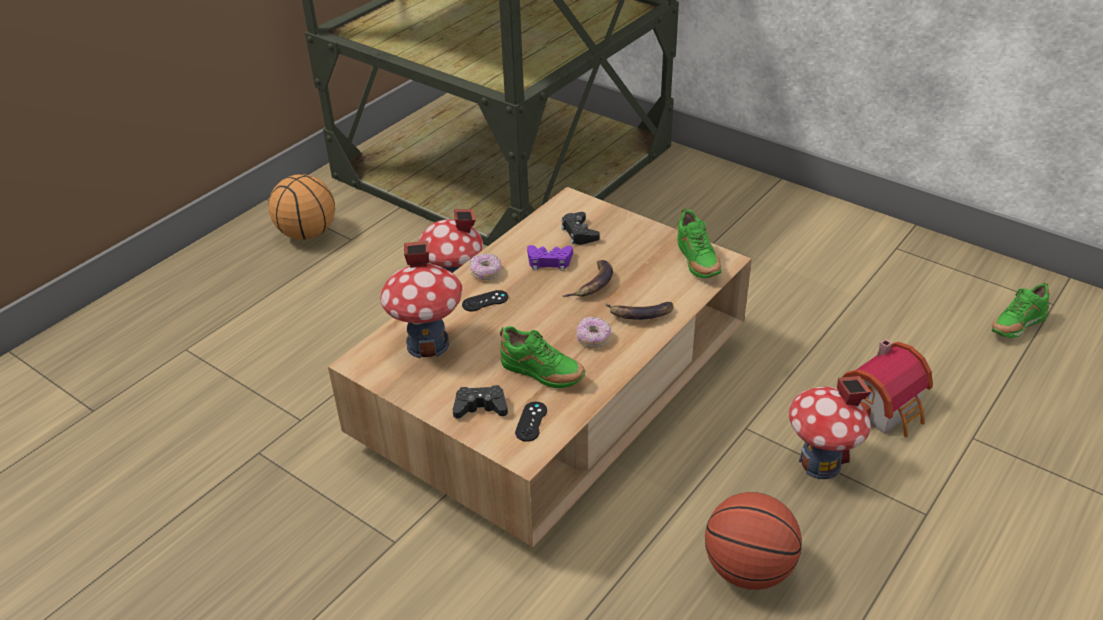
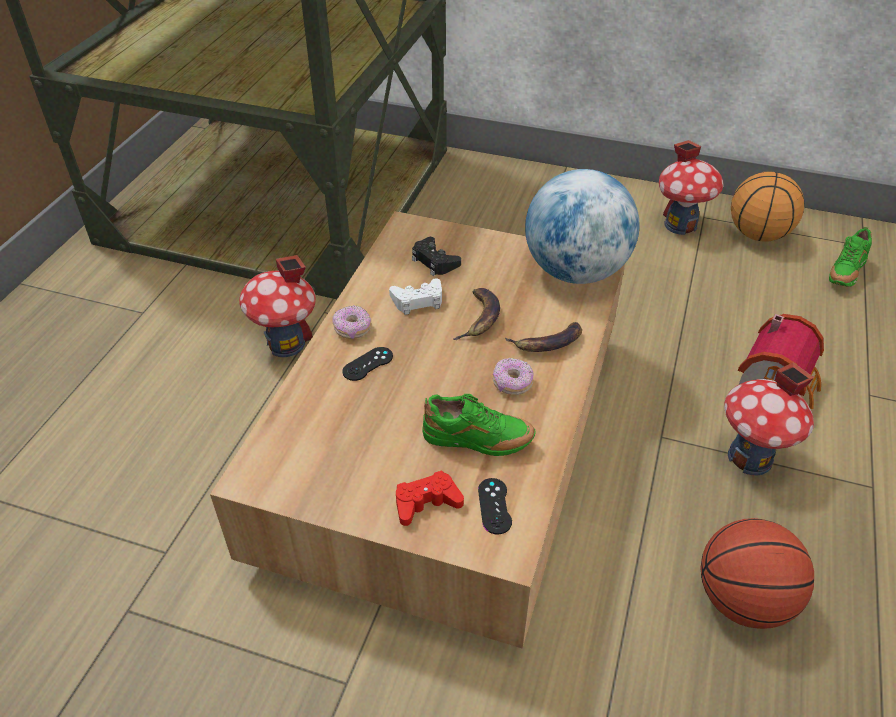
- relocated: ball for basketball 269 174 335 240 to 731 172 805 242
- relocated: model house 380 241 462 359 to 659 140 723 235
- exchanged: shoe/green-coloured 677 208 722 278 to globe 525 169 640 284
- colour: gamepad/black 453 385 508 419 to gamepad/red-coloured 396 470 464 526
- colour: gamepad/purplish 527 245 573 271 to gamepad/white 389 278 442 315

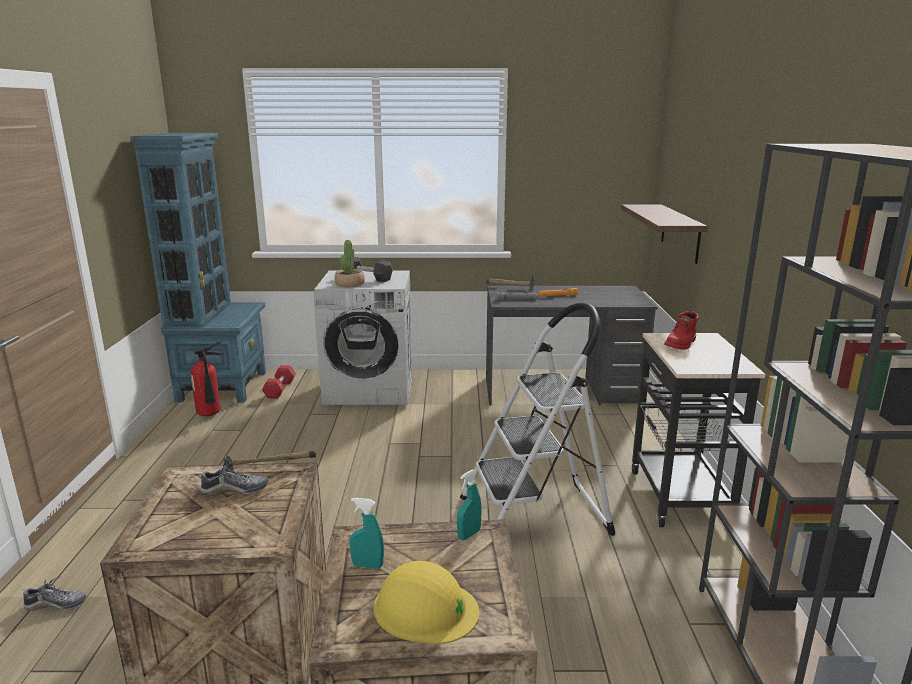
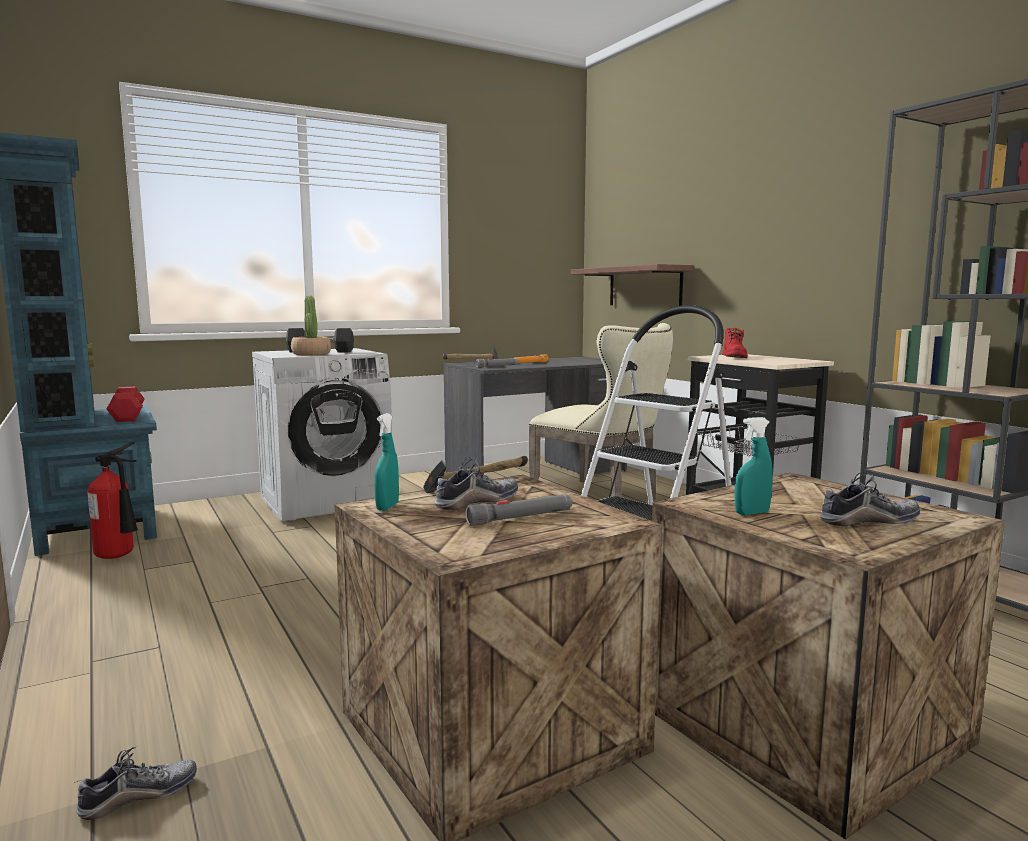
- appeared: hand torch/grey 465 494 573 526
- appeared: plain chair/sand-coloured 529 323 673 500
- relocated: free weight/red-coloured 262 365 296 399 to 107 387 145 422
- relocated: hand sprayer/turquoise-coloured 457 469 482 540 to 374 413 399 511
- exchanged: hard hat/yellow-coloured 374 561 479 644 to shoe 820 472 920 526

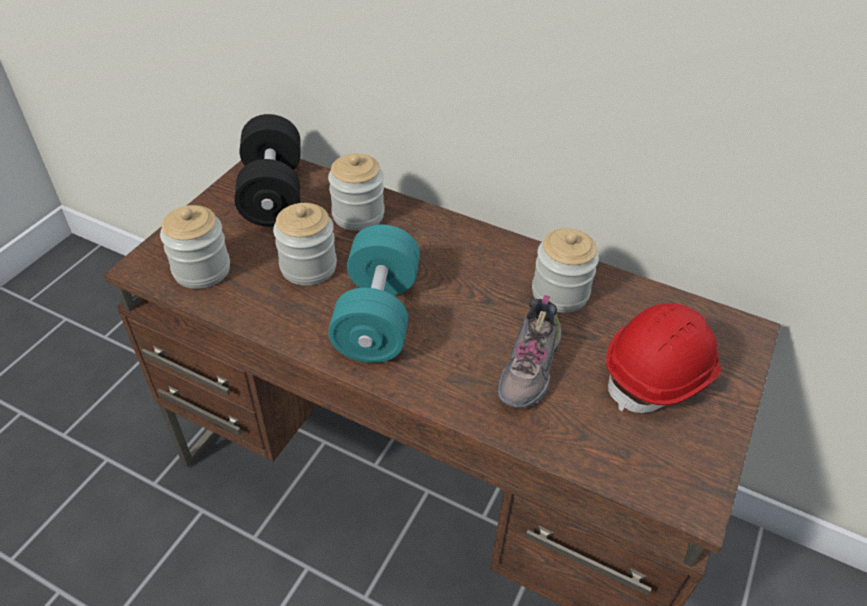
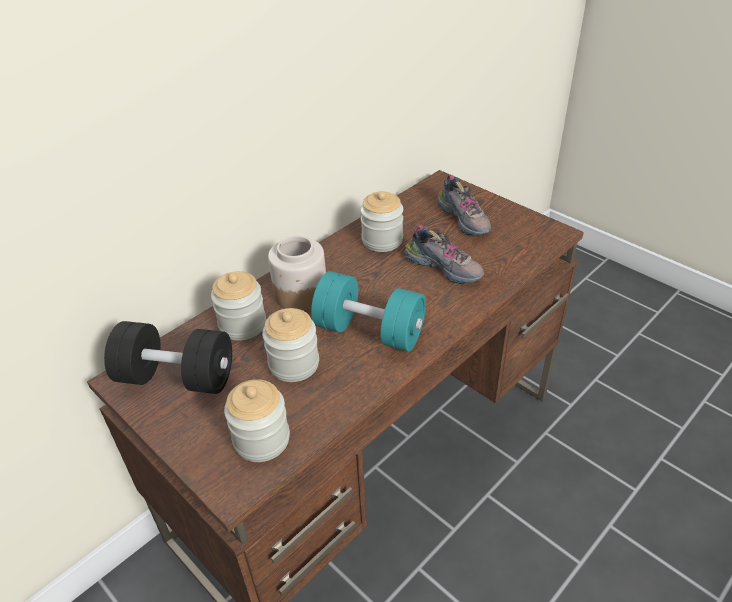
- appeared: storage jar 268 236 326 310
- exchanged: hard hat/red-coloured 606 304 721 413 to shoe 437 175 491 236

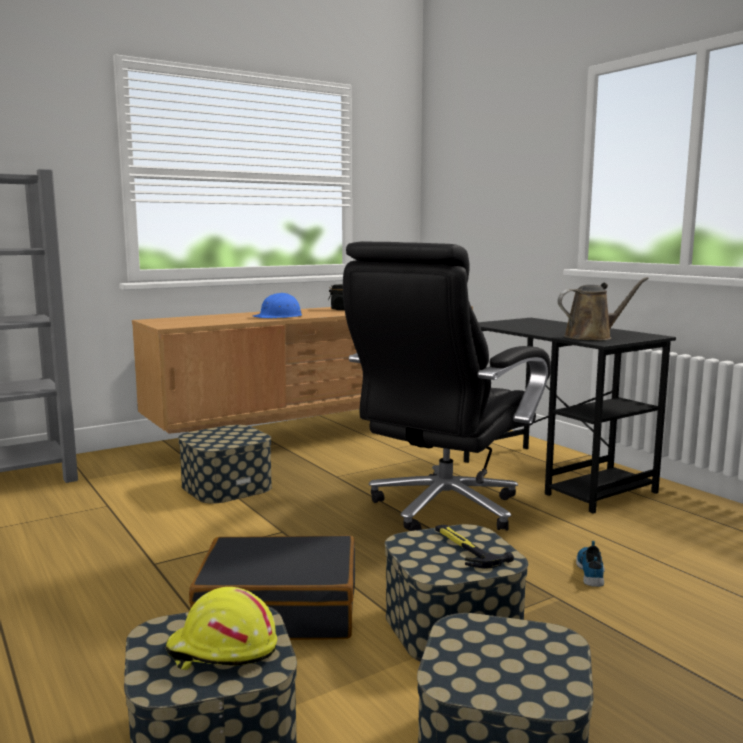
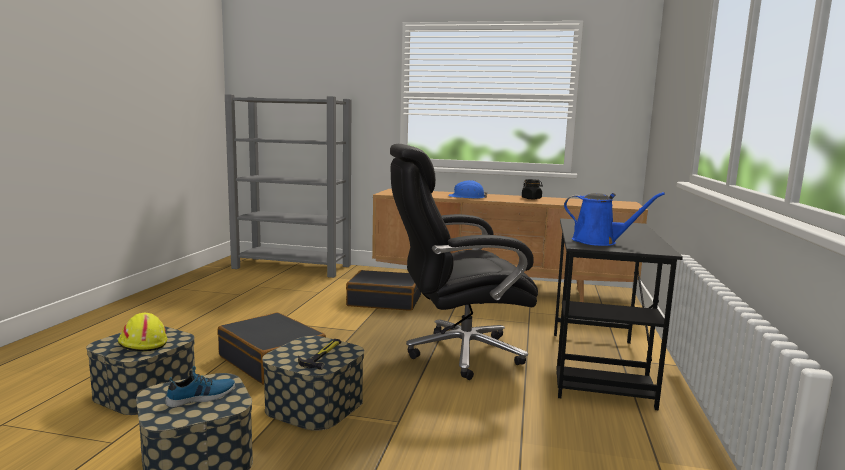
- relocated: shoe 576 541 605 587 to 165 366 235 408
- exchanged: storage box 178 425 272 503 to suitcase/black 346 270 421 311
- colour: watering pot/brownish 558 277 649 340 to watering pot/blue 564 192 665 246

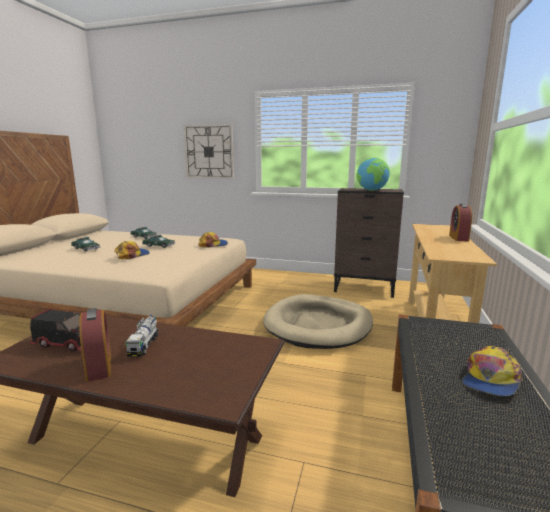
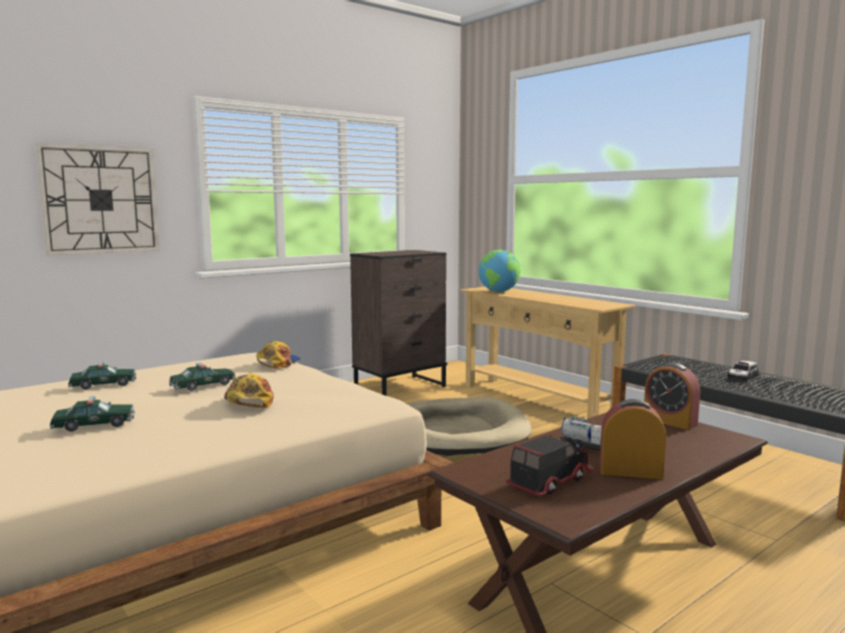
- relocated: globe 357 158 390 191 to 479 250 521 292
- relocated: alarm clock 449 204 472 242 to 644 362 700 430
- exchanged: cap 462 346 523 396 to miniature car 727 360 759 381

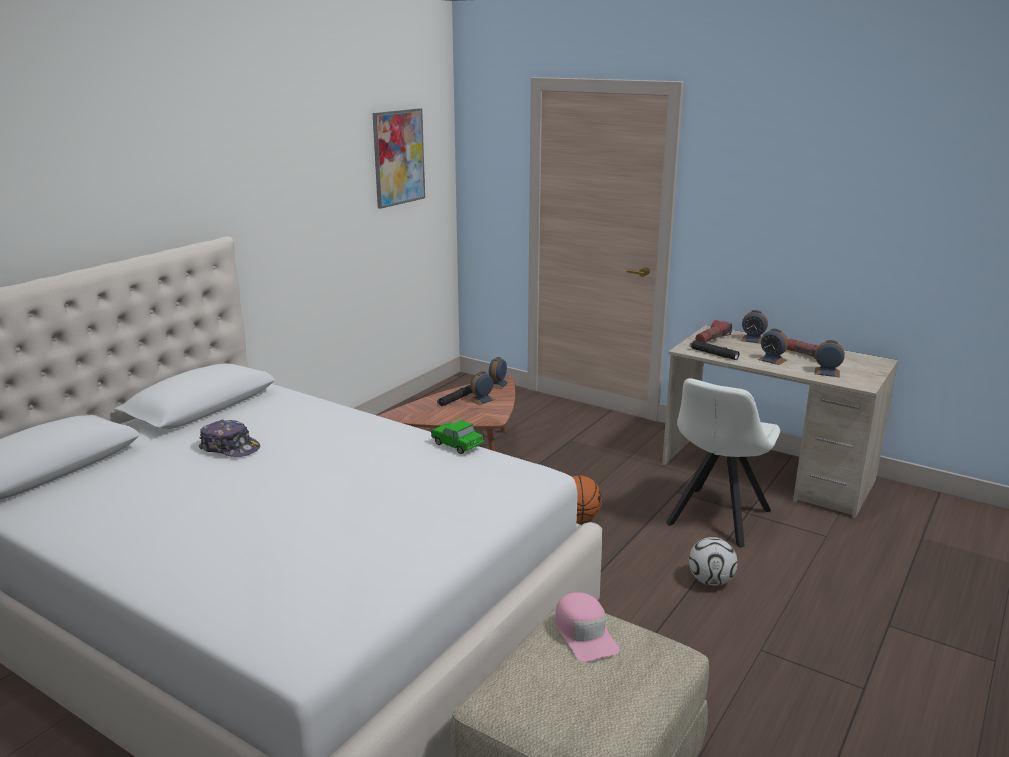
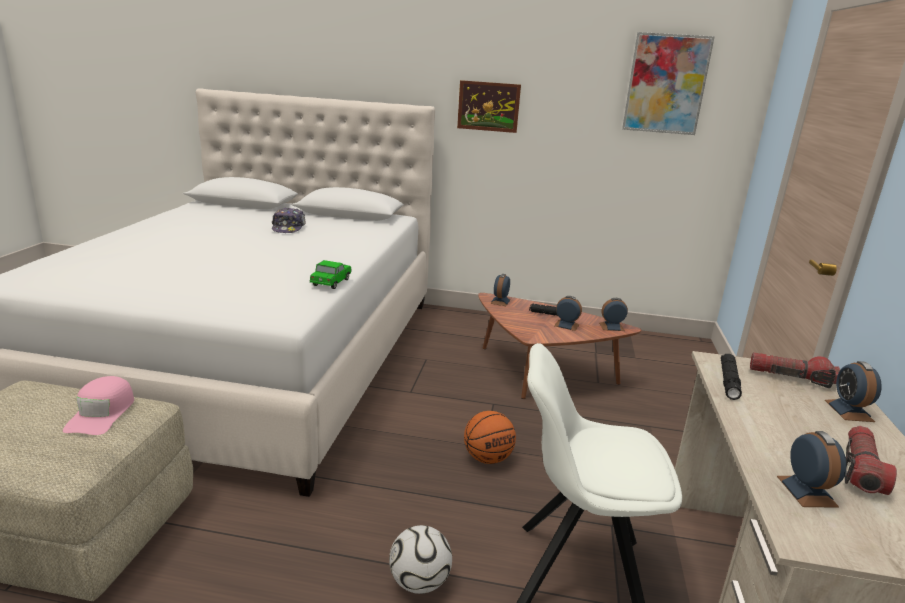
- appeared: picture 457 80 521 133
- relocated: alarm clock 758 329 788 365 to 490 274 511 306
- spun: cap/pink-coloured 555 592 619 662 = 63 376 134 435 45 degrees counterclockwise

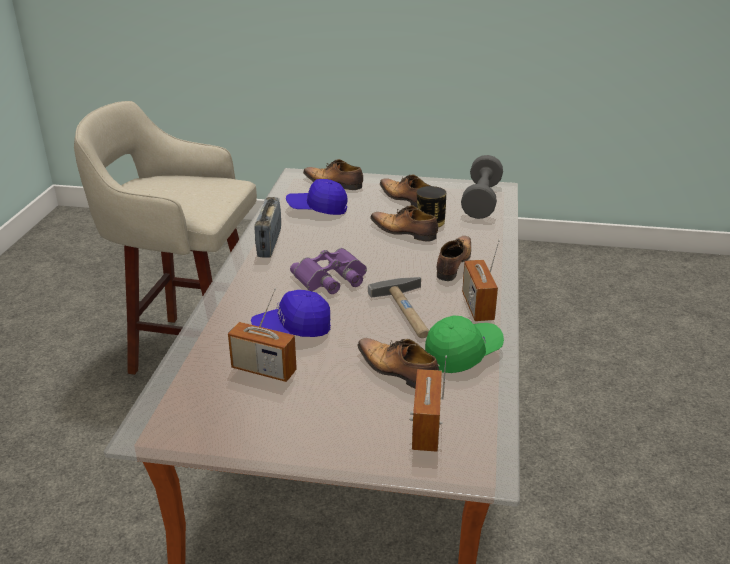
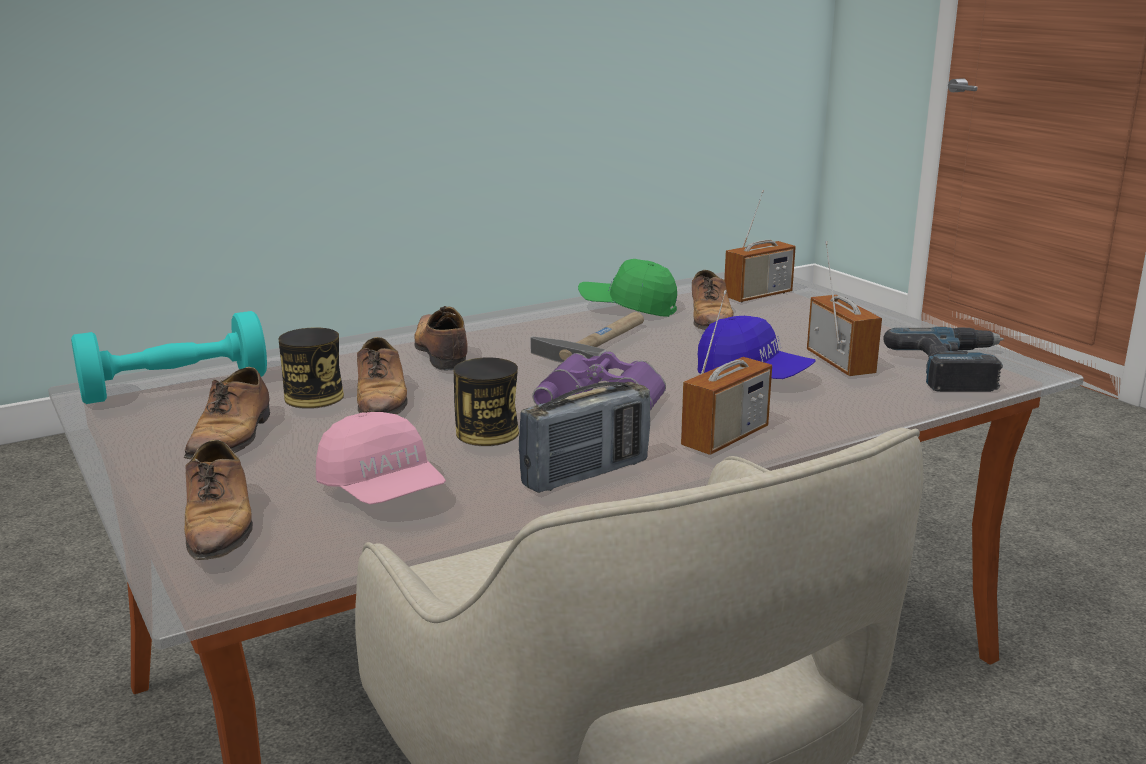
- appeared: sealed can 454 357 519 446
- appeared: power drill 883 327 1004 392
- relocated: radio receiver 462 239 500 321 to 681 290 772 455
- colour: cap/blue 286 179 348 215 to cap/pink-coloured 316 412 446 505
- colour: free weight/grey 461 155 503 219 to free weight/turquoise-coloured 71 311 267 404
- spun: shoe 437 236 471 281 = 414 306 468 370 90 degrees clockwise

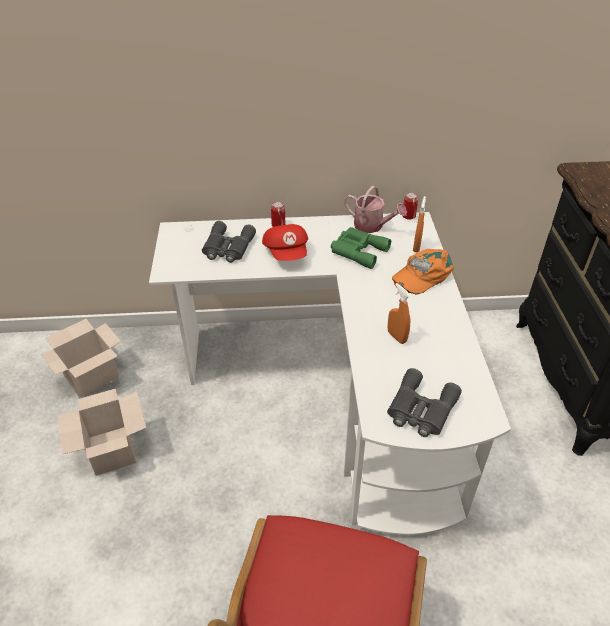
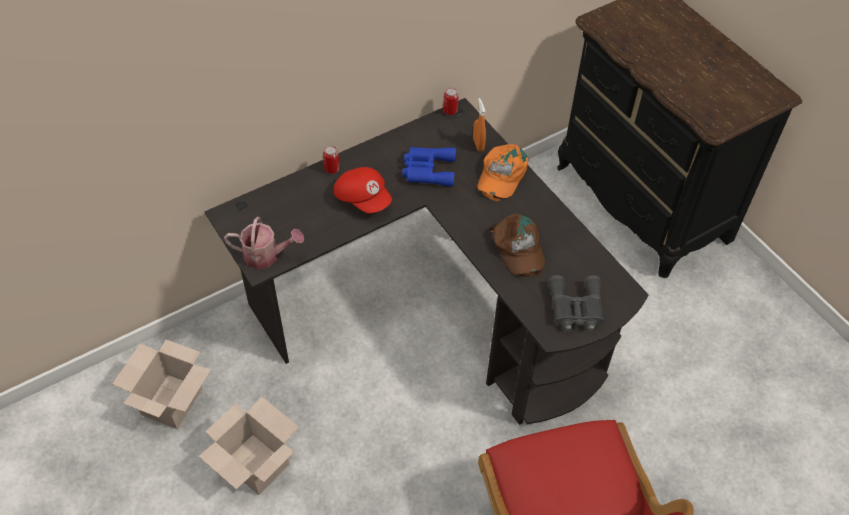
- missing: field glasses/grey 202 221 256 263
- relocated: watering pot 344 186 407 233 to 224 217 304 269
- exchanged: hand sprayer/orangey 388 283 410 344 to cap/brownish 489 214 545 277
- colour: desk/white 149 212 511 535 to desk/black 204 98 649 425
- colour: field glasses/green-coloured 331 227 391 269 to field glasses/blue 402 147 456 187

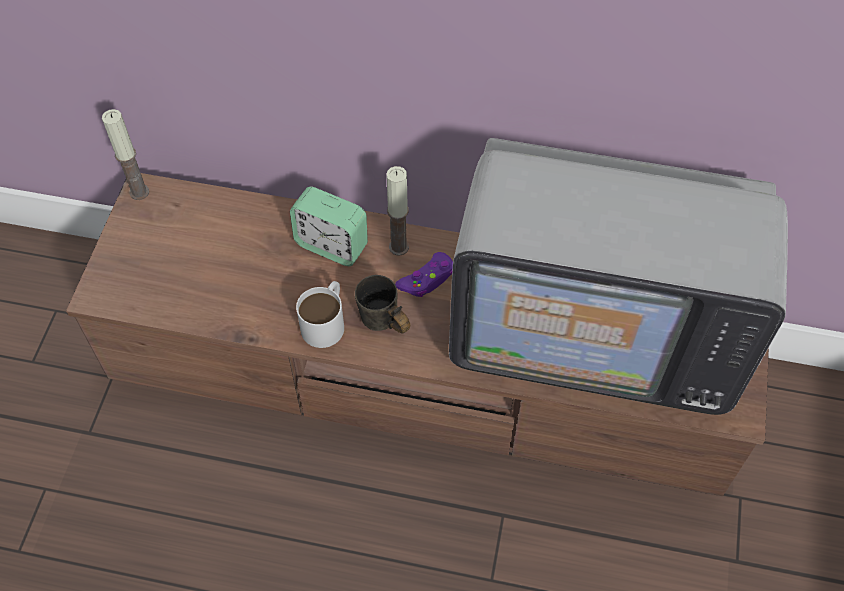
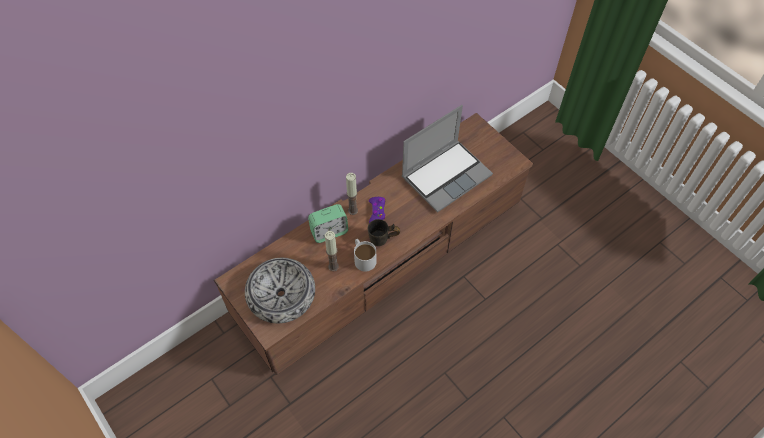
- appeared: bowl 245 258 315 323
- relocated: candle 102 109 149 200 to 325 231 339 271
- exchanged: TV 449 138 788 415 to portable computer 402 105 493 213

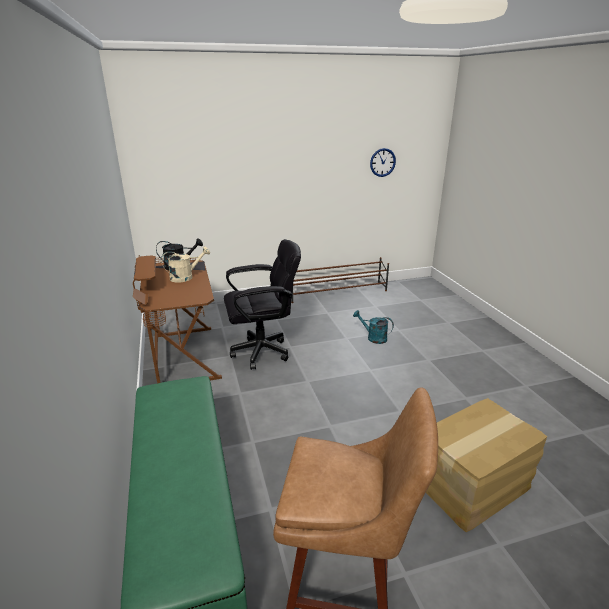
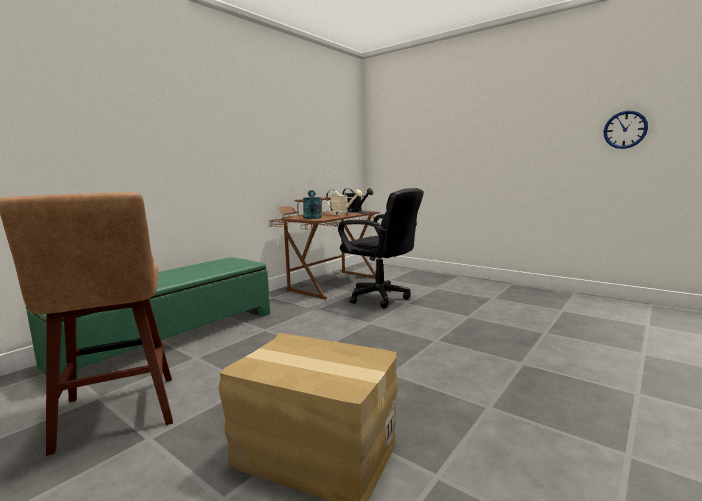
- missing: shoe shelf/brownish 291 257 389 303
- relocated: watering pot/turquoise-coloured 353 310 394 344 to 303 190 322 219

